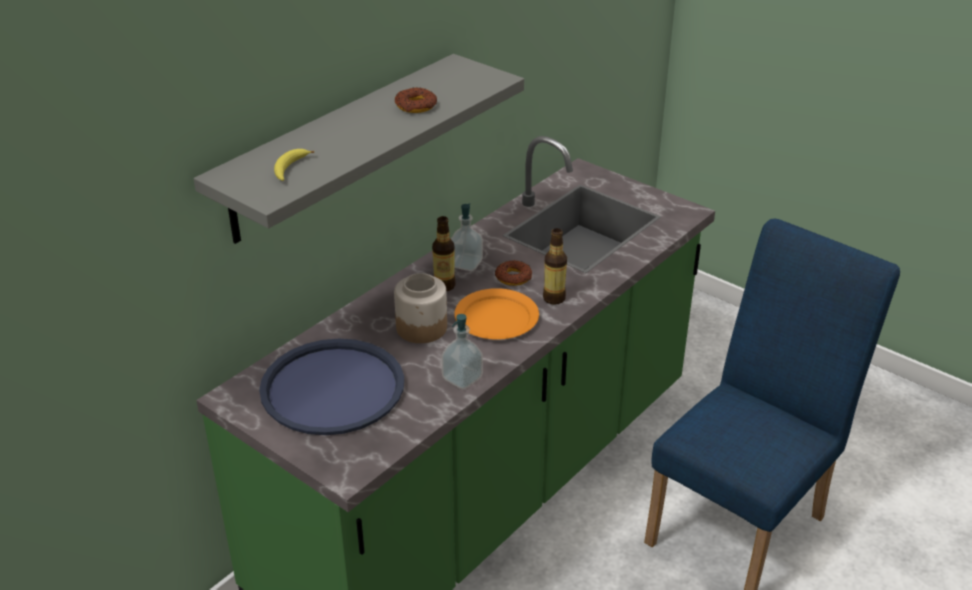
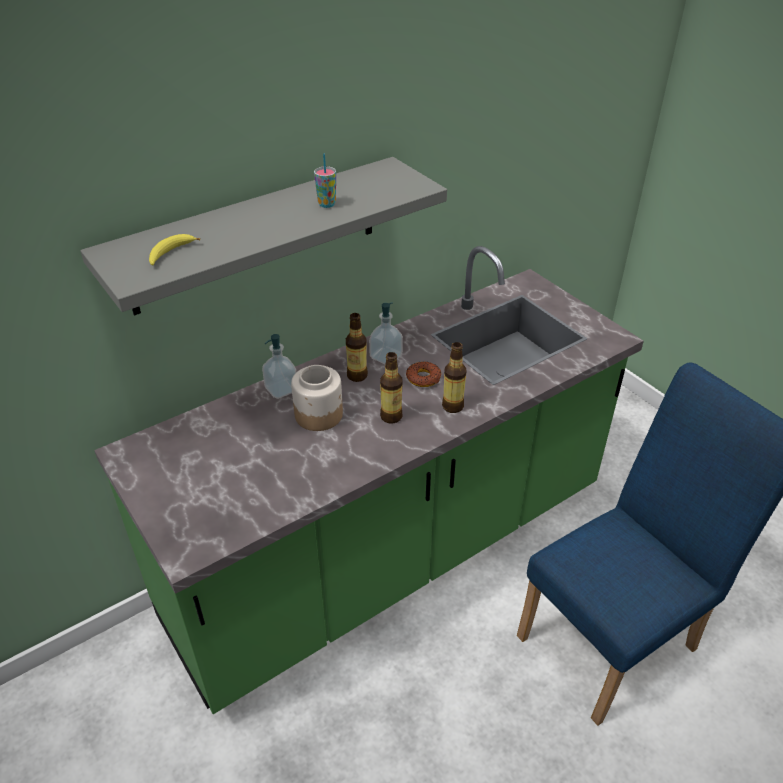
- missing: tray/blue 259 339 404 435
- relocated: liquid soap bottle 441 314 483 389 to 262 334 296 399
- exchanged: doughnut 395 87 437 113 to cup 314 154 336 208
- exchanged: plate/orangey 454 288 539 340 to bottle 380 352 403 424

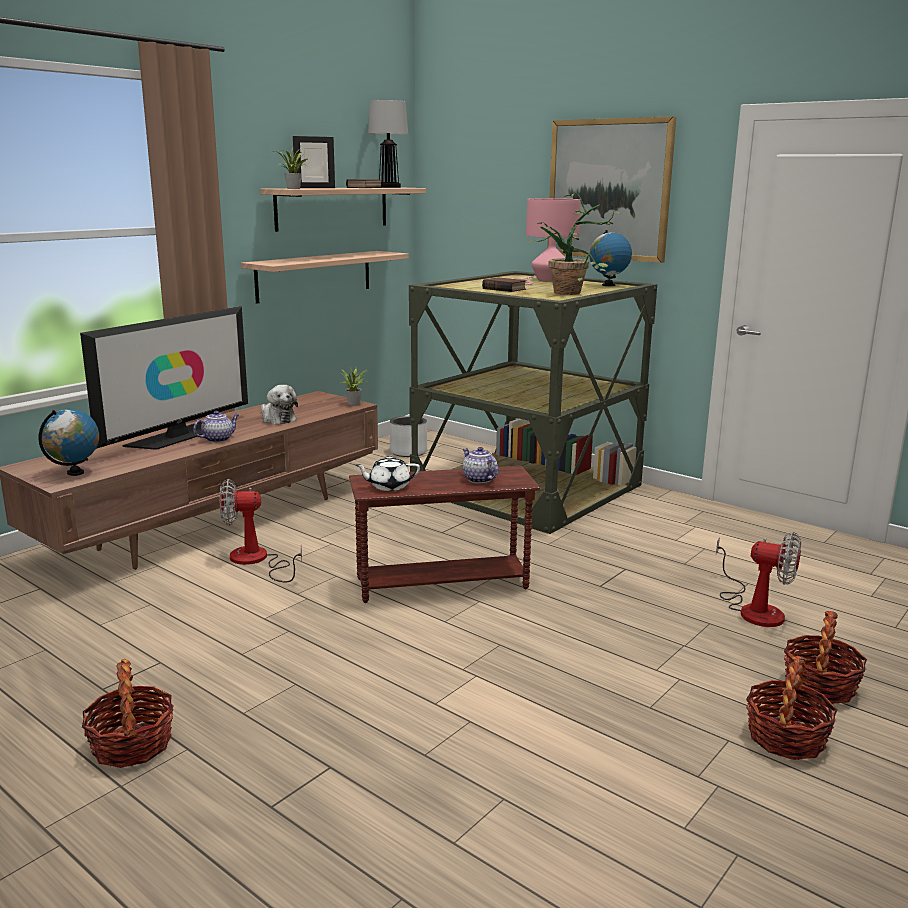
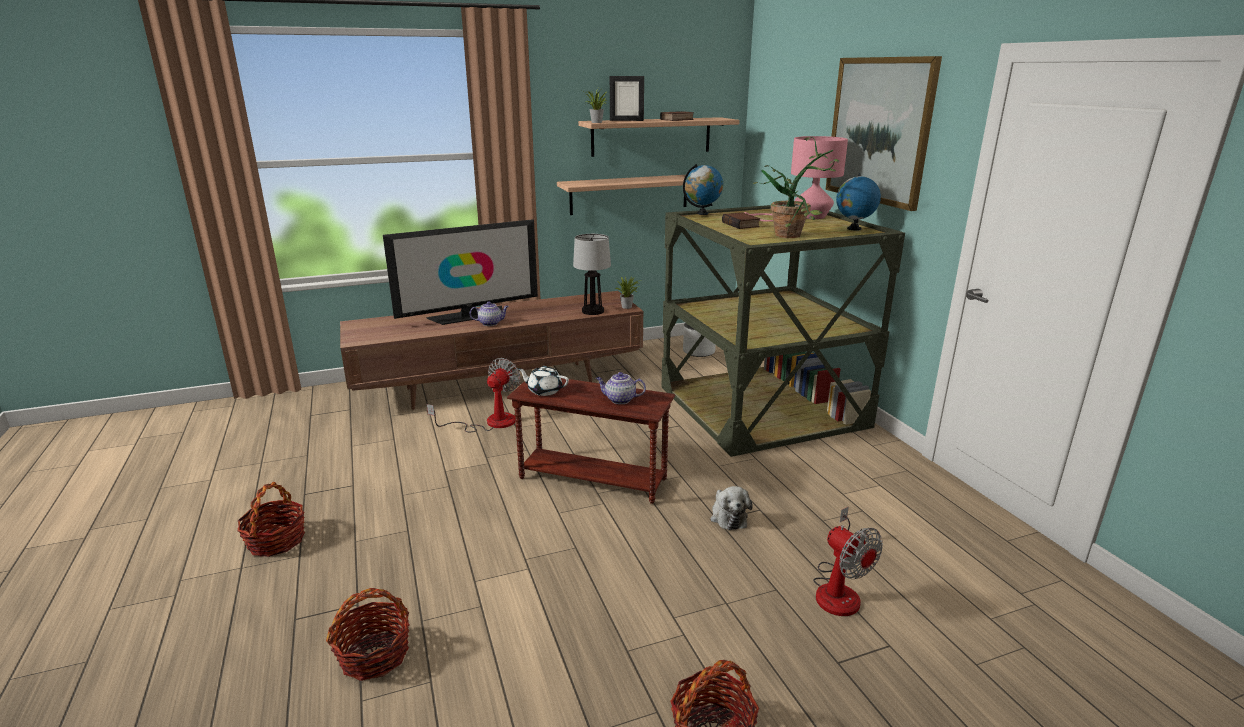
- relocated: globe 38 409 99 476 to 683 164 723 215
- relocated: plush toy 261 385 298 424 to 711 486 753 530
- relocated: lamp for a table 368 100 408 188 to 573 234 611 315
- relocated: storage basket 784 611 867 704 to 326 588 410 681
- spun: fan 220 479 302 582 = 427 358 520 432 90 degrees clockwise
- spun: tea pot 463 447 498 483 = 596 372 646 404 75 degrees counterclockwise

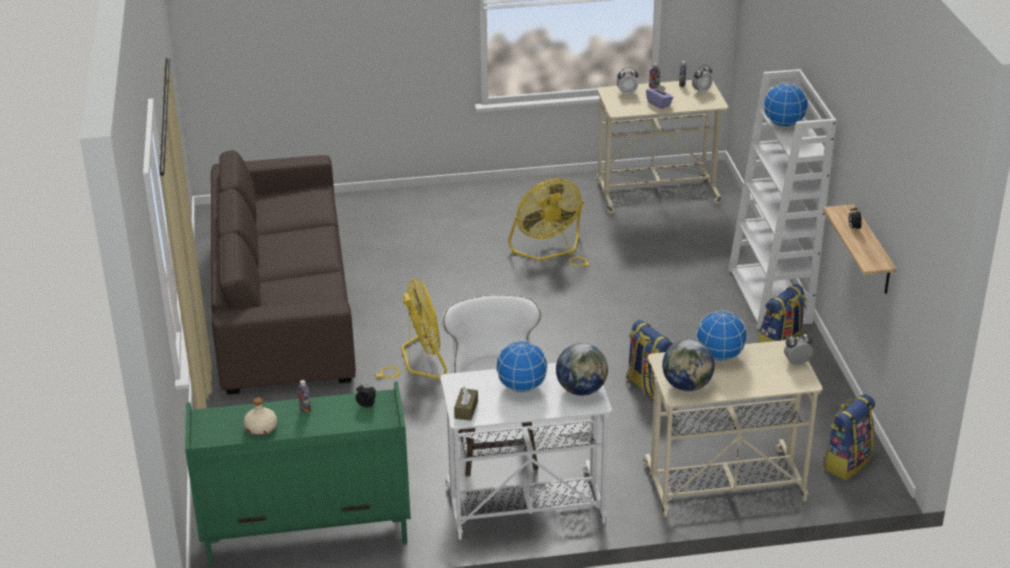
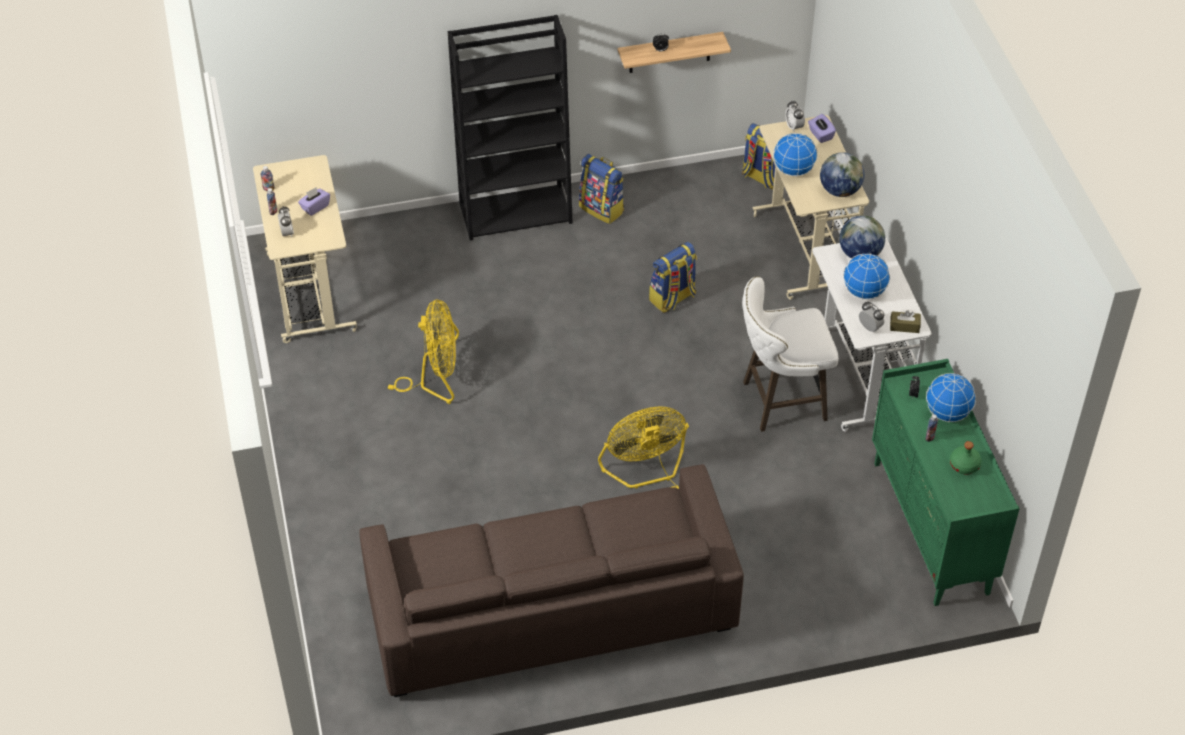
- appeared: box of tissues/purplish 808 114 836 143
- relocated: alarm clock 692 65 713 94 to 859 302 884 332
- relocated: globe 763 82 808 127 to 926 373 976 422
- colour: bottle/sand-coloured 244 397 277 435 to bottle/green-coloured 950 441 981 475
- colour: bookcase/white 728 69 837 329 to bookcase/black 448 15 572 240
- spun: fan/yellow-coloured 508 179 589 267 = 388 299 459 404 150 degrees counterclockwise

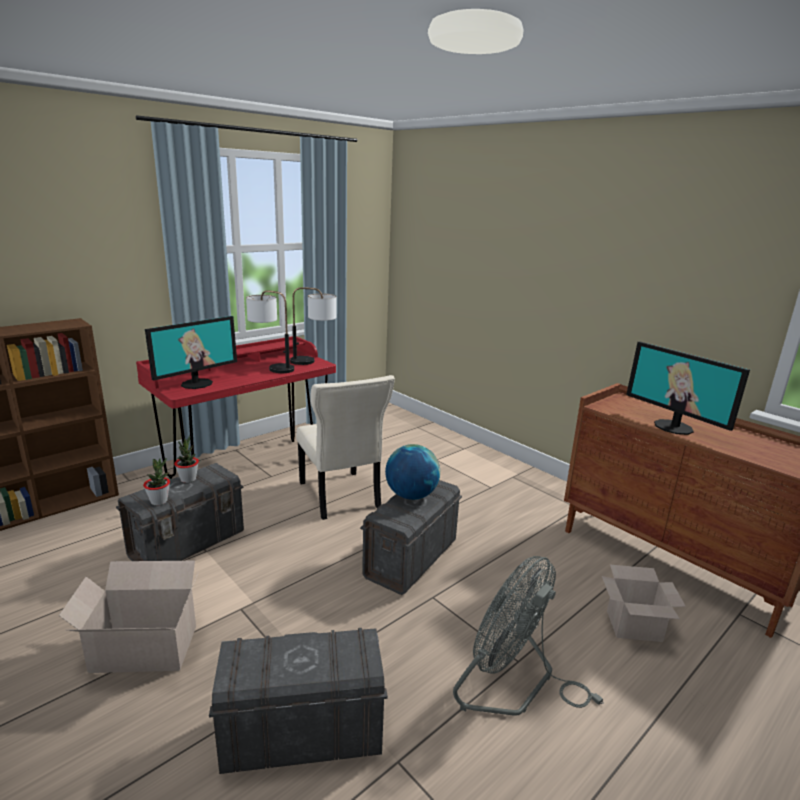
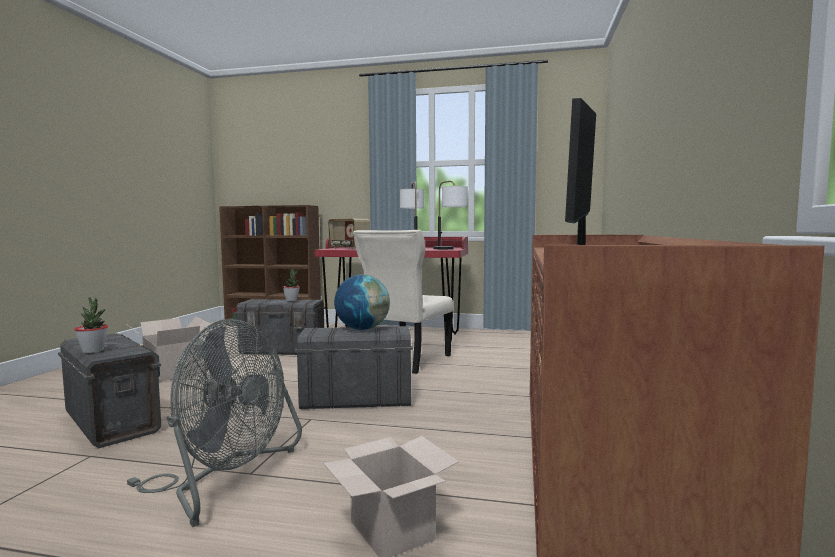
- relocated: houseplant 143 458 170 505 to 74 297 108 353
- exchanged: monitor 145 316 237 389 to radio receiver 328 219 370 249
- spun: fan/grey 453 556 604 716 = 127 319 302 527 105 degrees clockwise

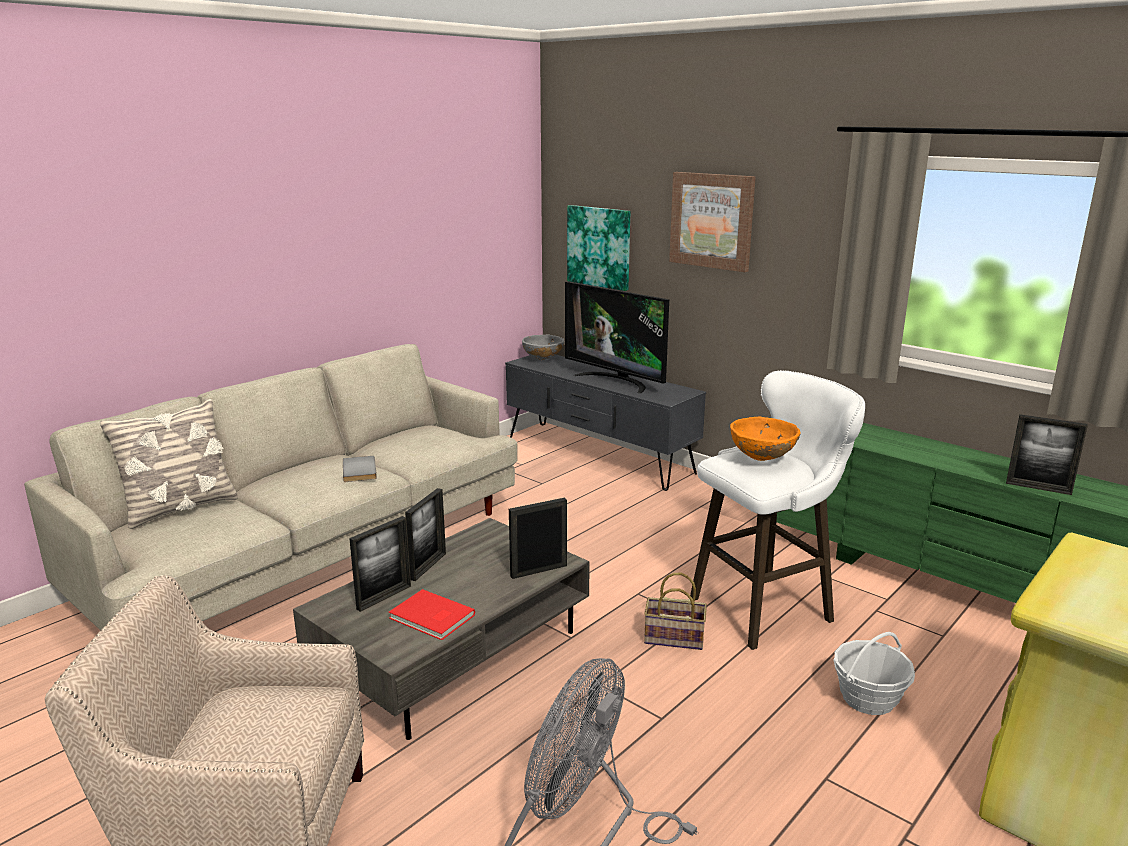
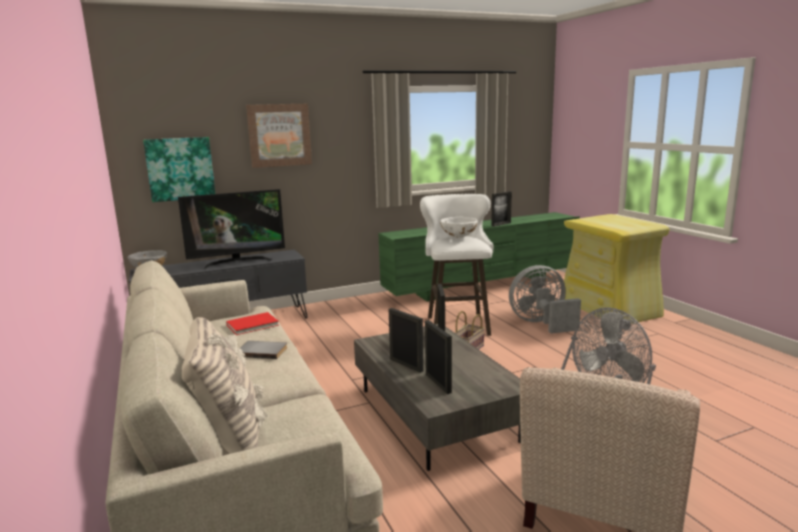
- relocated: bound book/red-coloured 389 589 475 640 to 226 312 278 335
- exchanged: storage basket 833 632 915 715 to fan/grey 509 265 581 334
- colour: bowl/orangey 730 416 801 461 to bowl/white 440 216 478 238

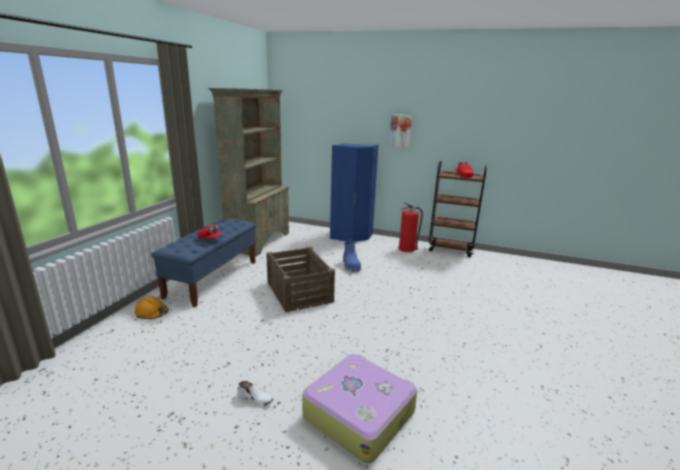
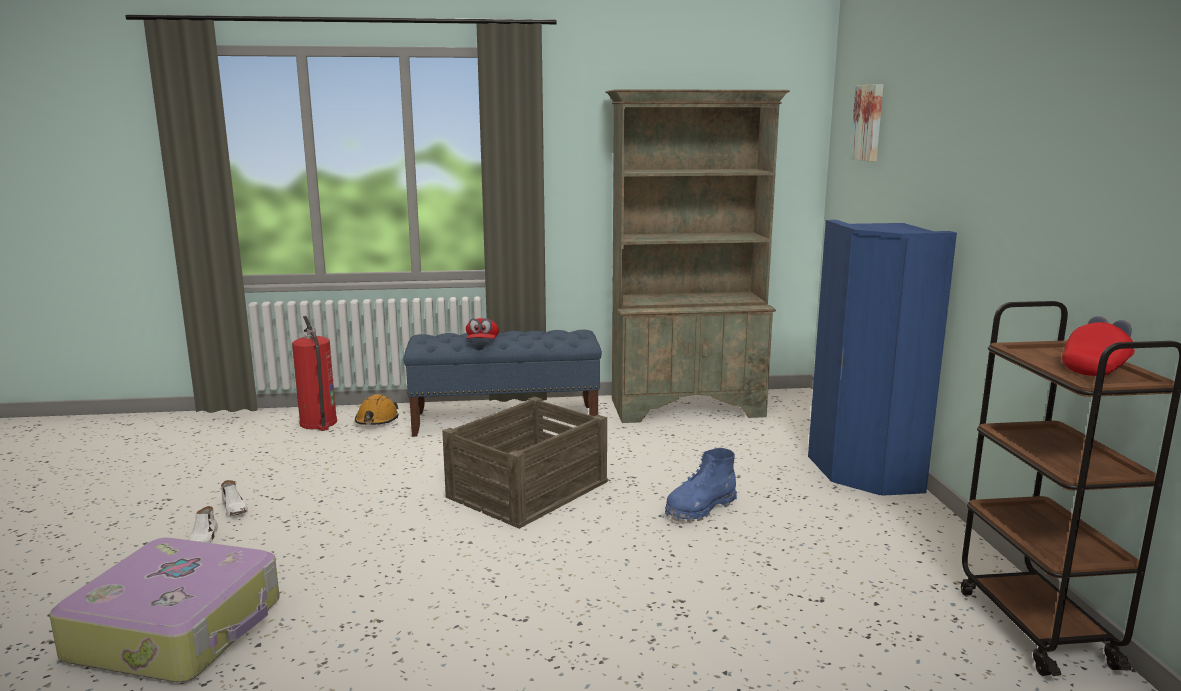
- appeared: shoe/white 221 480 248 515
- relocated: picture 389 114 413 148 to 850 84 883 162
- relocated: extinguisher 399 202 423 252 to 292 316 337 431

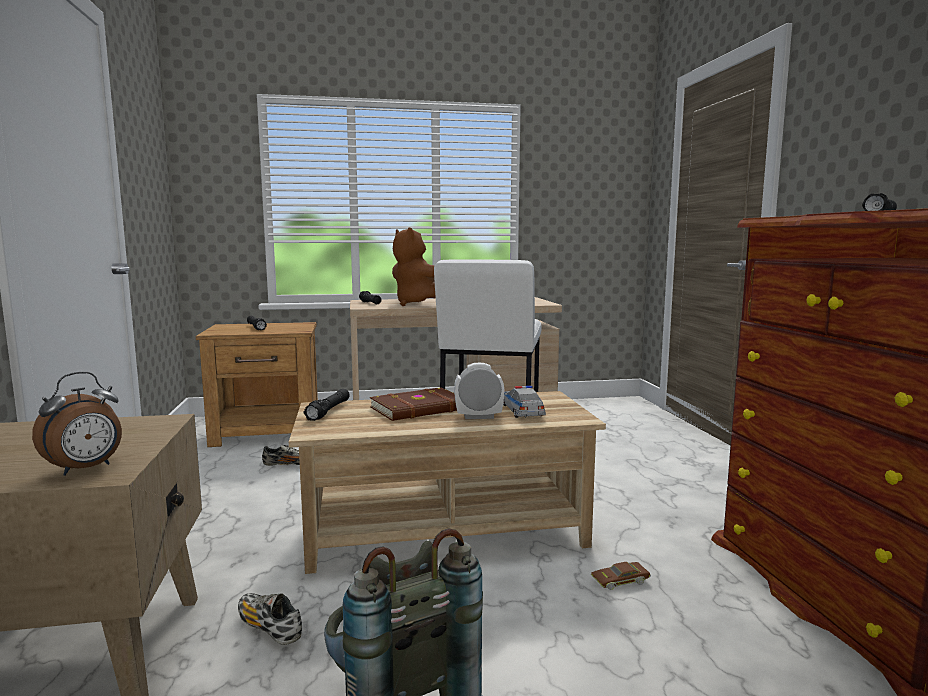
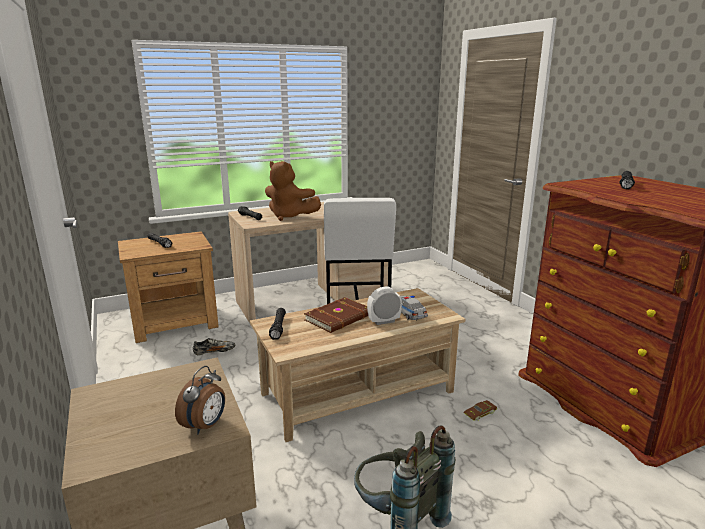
- missing: shoe 238 593 302 645

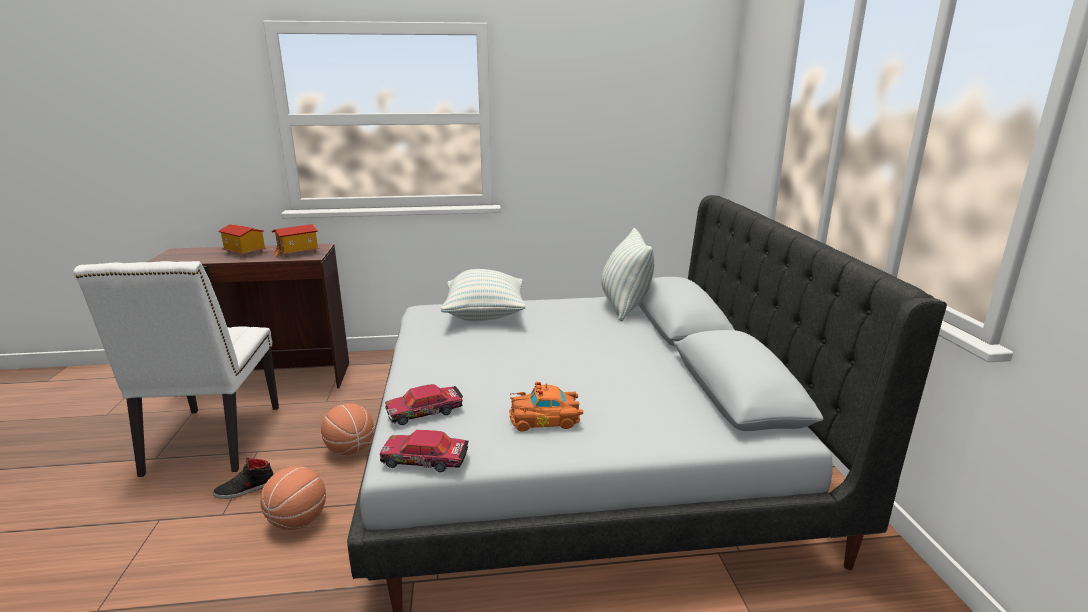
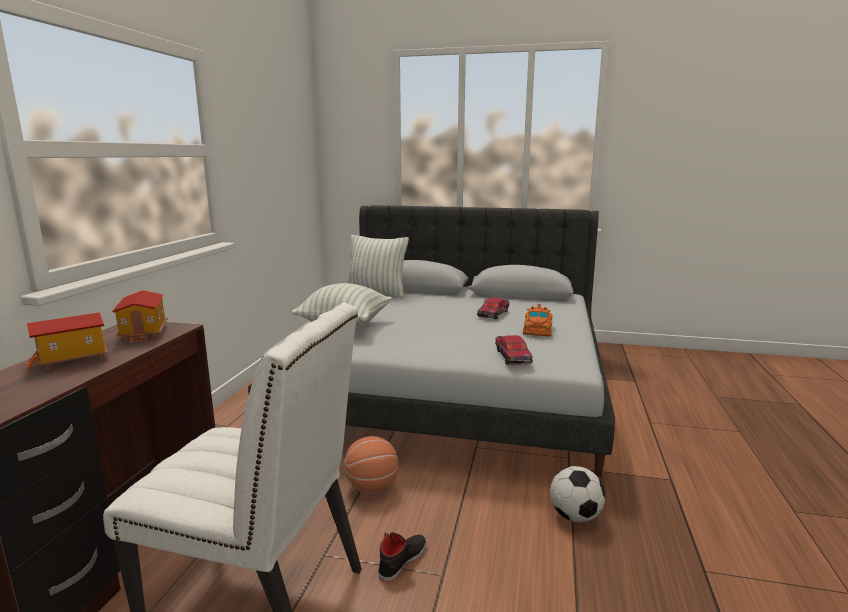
- missing: ball for basketball 260 466 326 530
- appeared: football ball 550 466 605 522
- relocated: miniature car 380 430 469 472 to 477 297 509 319
- spun: shoe/black 213 458 274 499 = 379 532 426 582 135 degrees counterclockwise

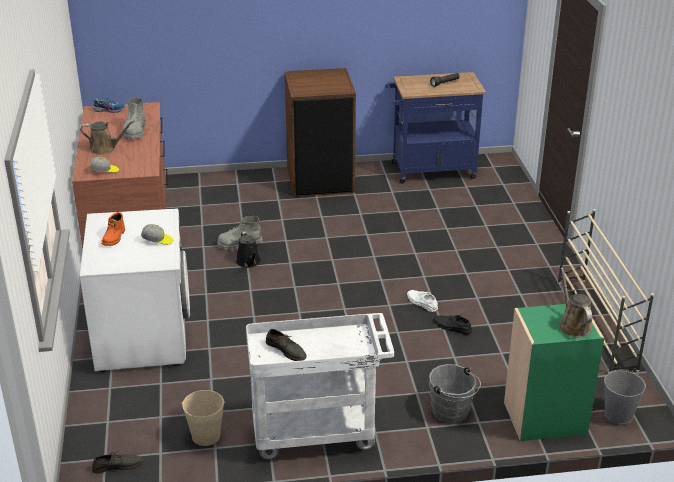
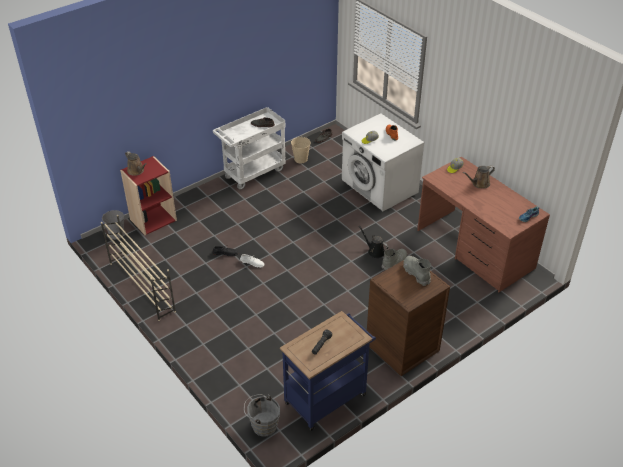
- relocated: high-top boot/grey 122 98 146 140 to 403 256 431 286
- relocated: bucket/grey 429 364 481 424 to 244 394 280 437
- colour: bookcase/green-coloured 504 304 604 441 to bookcase/red-coloured 120 156 177 235

